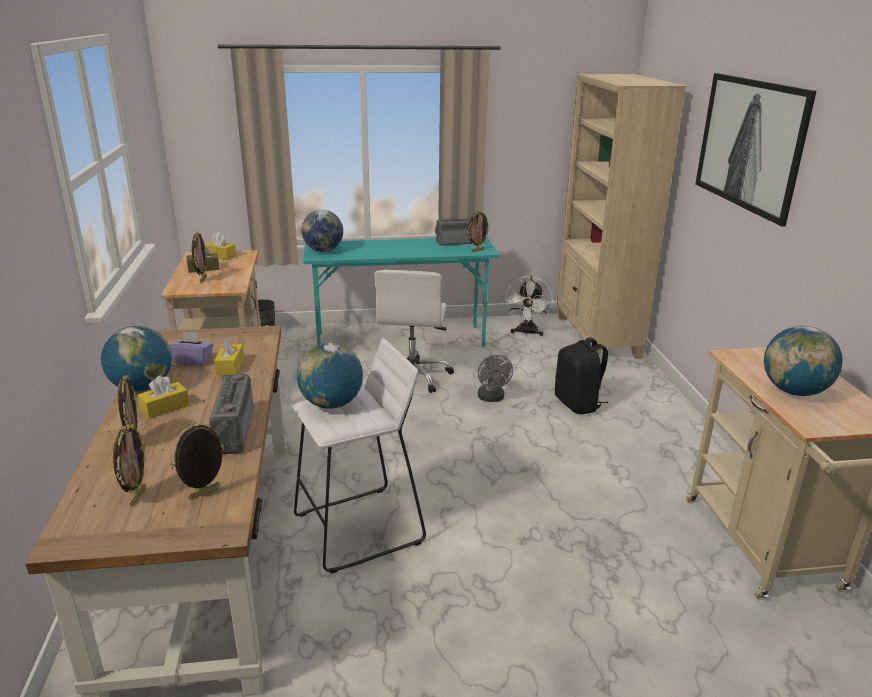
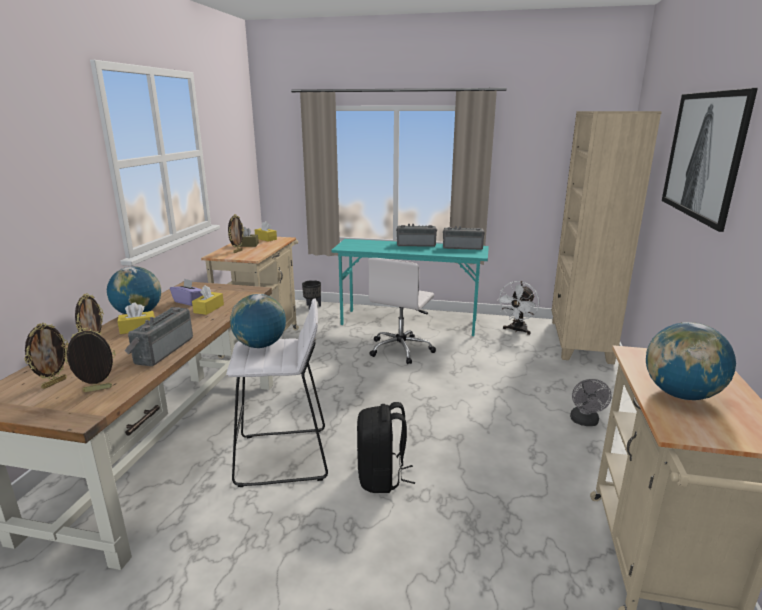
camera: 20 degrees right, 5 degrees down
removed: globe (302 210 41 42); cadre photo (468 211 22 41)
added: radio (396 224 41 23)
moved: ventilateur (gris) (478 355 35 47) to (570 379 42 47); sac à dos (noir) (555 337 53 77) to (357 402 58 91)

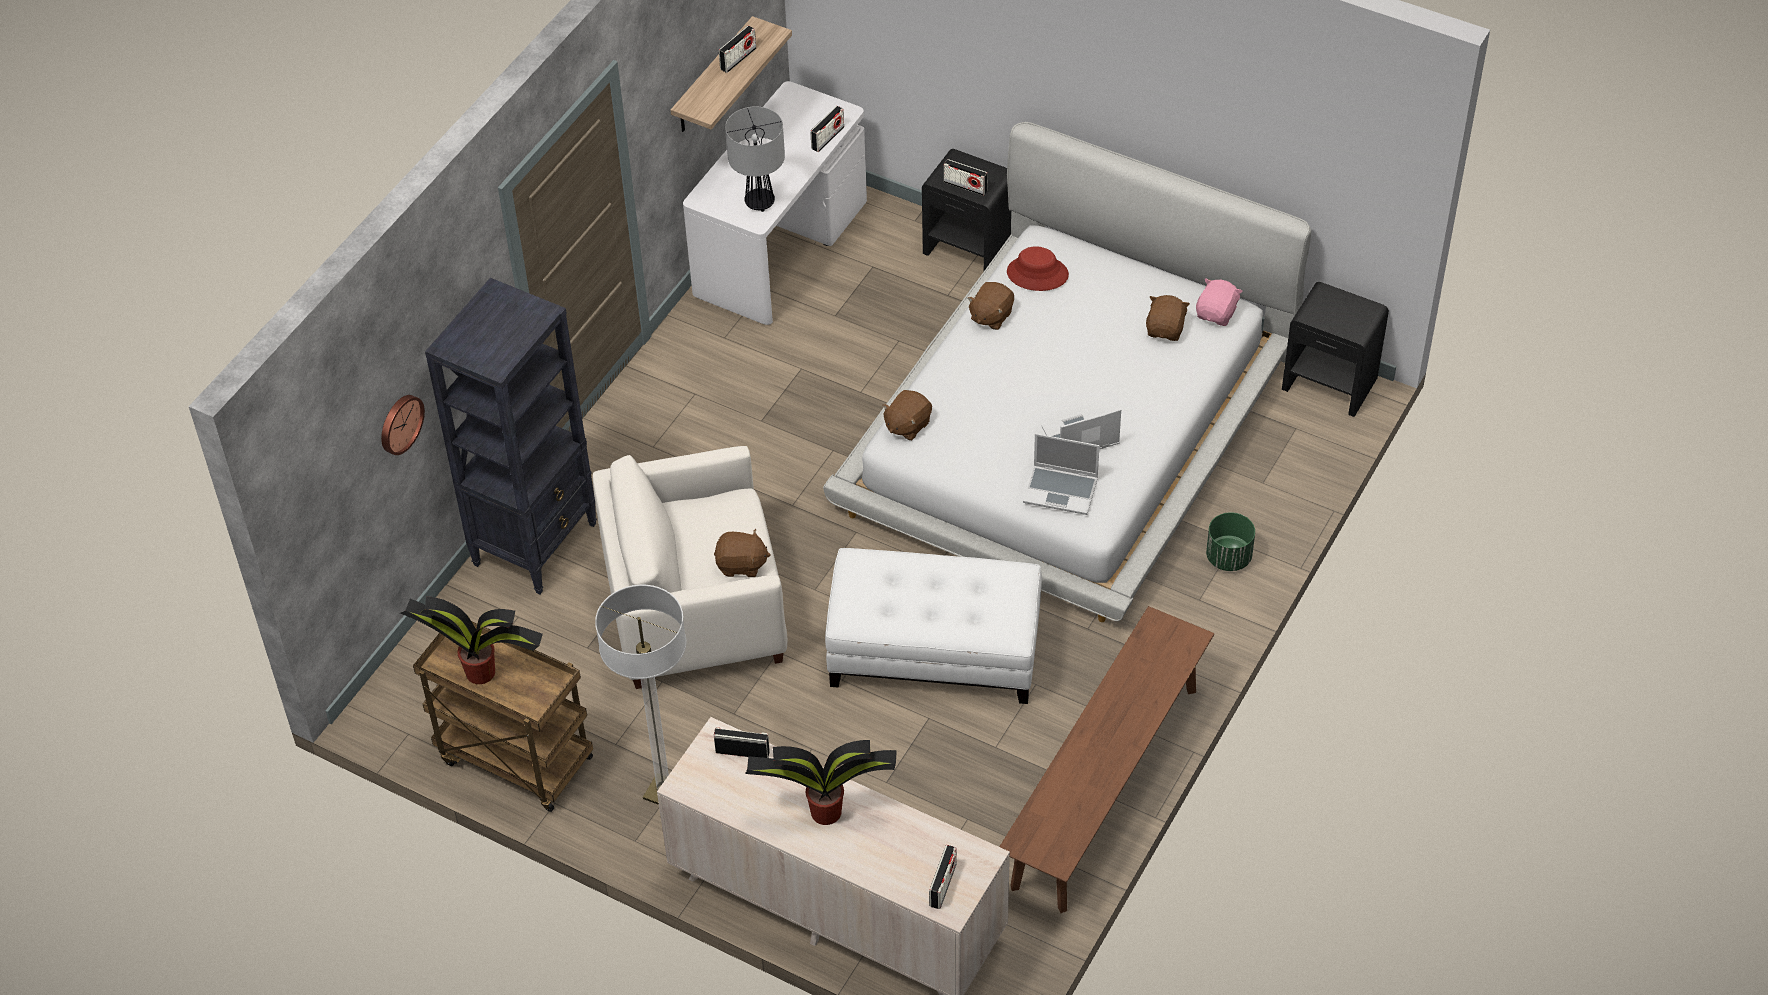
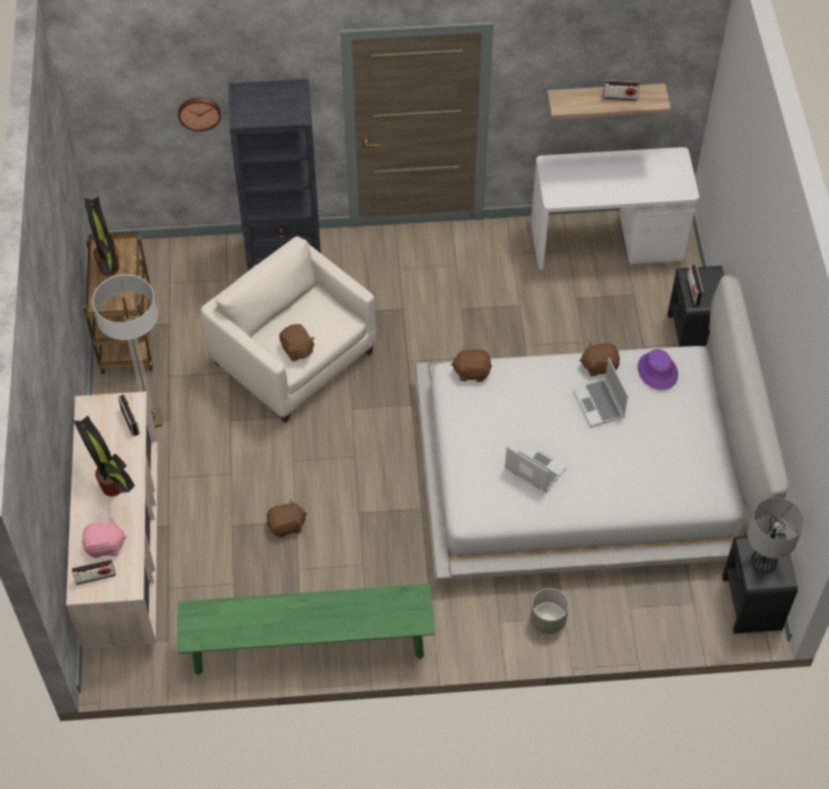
camera: 55 degrees right, 5 degrees up
removed: radio (810 106 34 46); pouf (blanc) (825 548 217 156)
moved: lampe de table (725 106 60 106) to (748 497 56 76); ordinateur portable (1023 433 76 82) to (572 358 56 69); peluche (marron) (1146 295 44 46) to (267 499 40 39); peluche (rose) (1196 278 47 48) to (82 518 45 40)
recoloured: banc (marron) (999 606 215 307) to banc (vert) (178 584 257 91); chapeau (rouge) (1007 246 62 45) to chapeau (violet) (638 349 40 41); cache-pot (vert) (1206 512 49 59) to cache-pot (gris) (530 588 39 46)

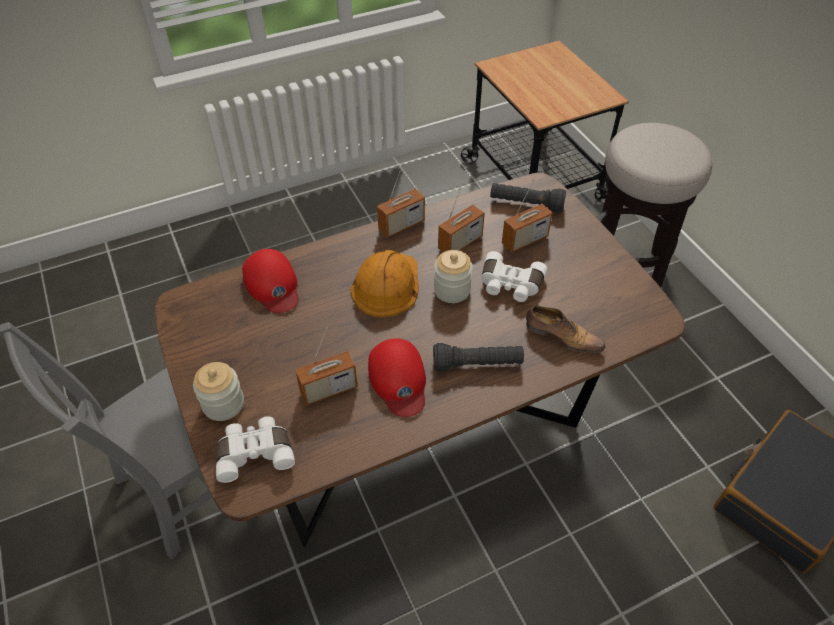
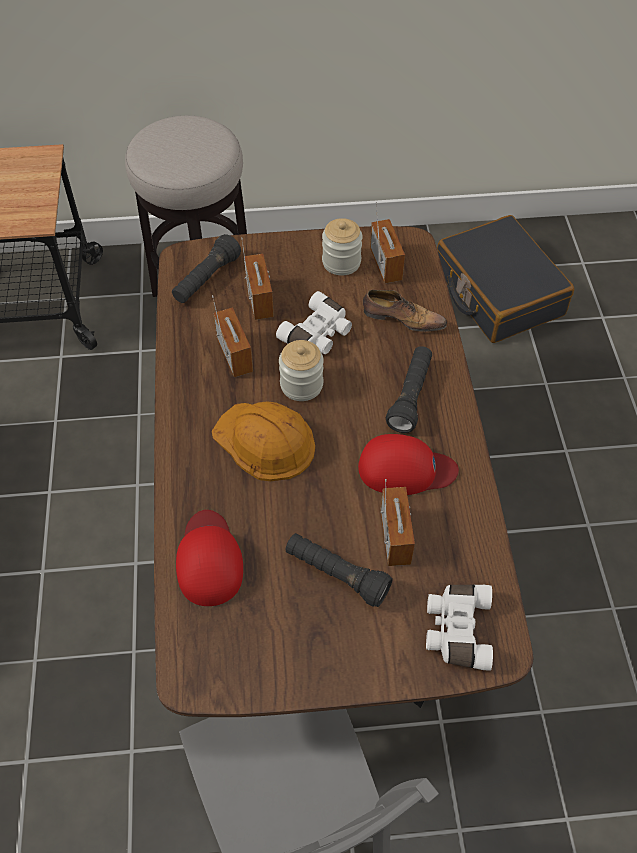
camera: 70 degrees left, 5 degrees up
added: lampe de poche (noir) (286 533 107 74)
moved: bocal (193 362 51 59) to (322 218 41 58); radio (377 165 48 73) to (370 202 35 81)
turned: casquette (rouge) (242 249 57 64) = (176 510 67 96) 90 degrees counterclockwise; chaussure (526 306 79 47) = (363 290 84 42) 60 degrees clockwise

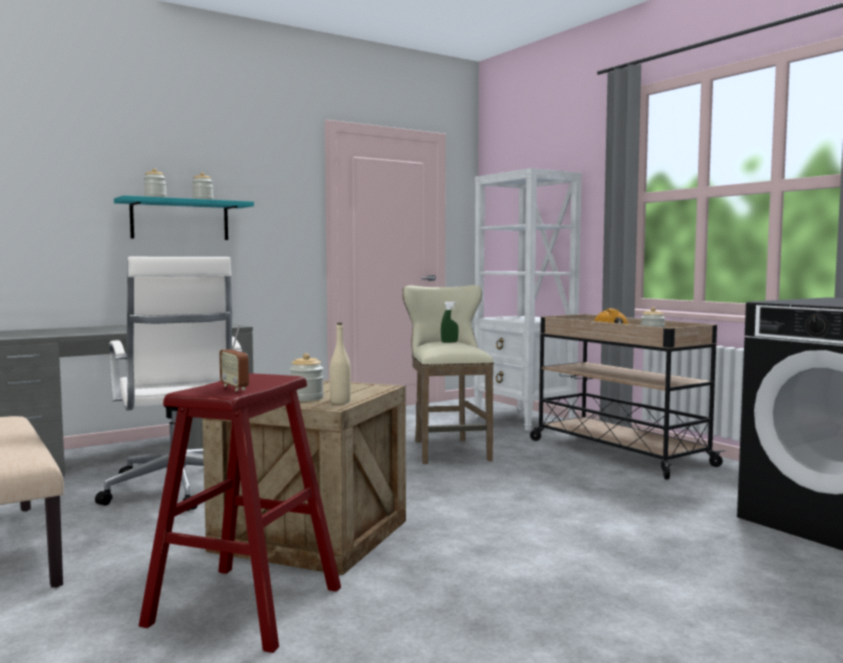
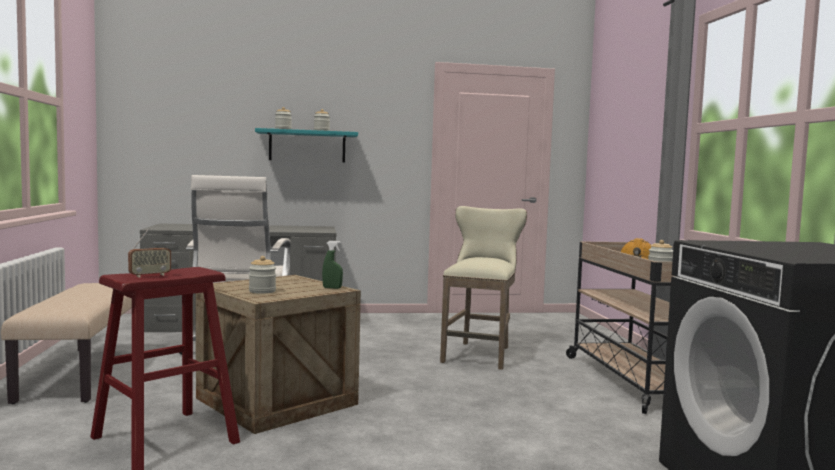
camera: 25 degrees right, 0 degrees up
removed: bouteille (beige) (330 323 21 81); bibliothèque (blanc) (473 168 109 263)
moved: vaporisateur (vert) (441 301 17 42) to (322 241 21 48)
turned: radio (219 323 30 68) = (128 228 43 50) 120 degrees counterclockwise

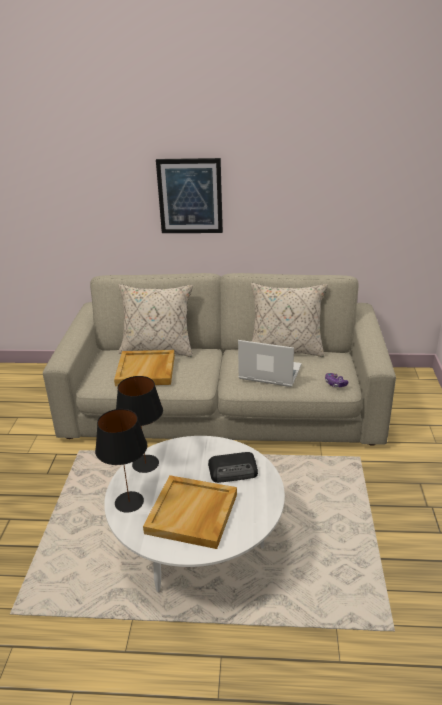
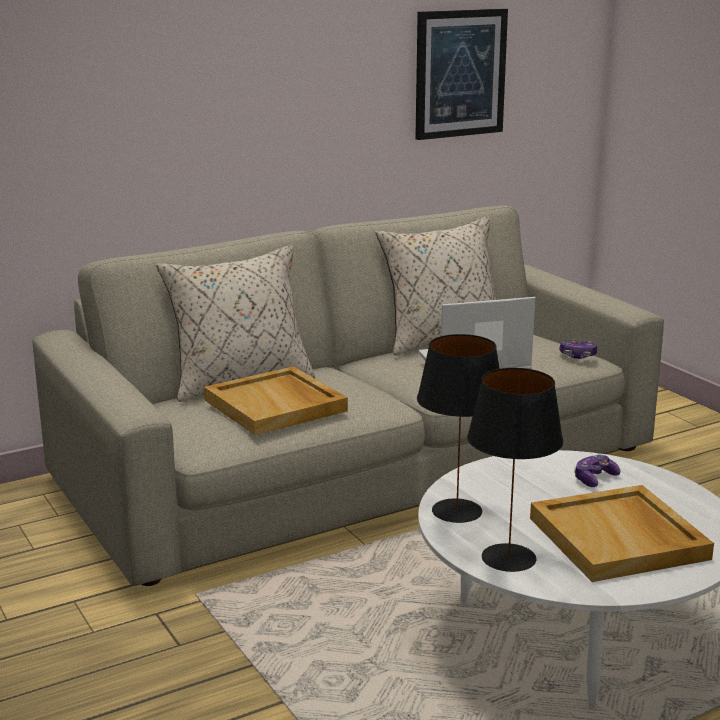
camera: 35 degrees left, 10 degrees down
moved: tableau (156 158 67 75) to (415 8 93 132)
replaced: radio (208 452 50 31) to manette (574 455 46 32)

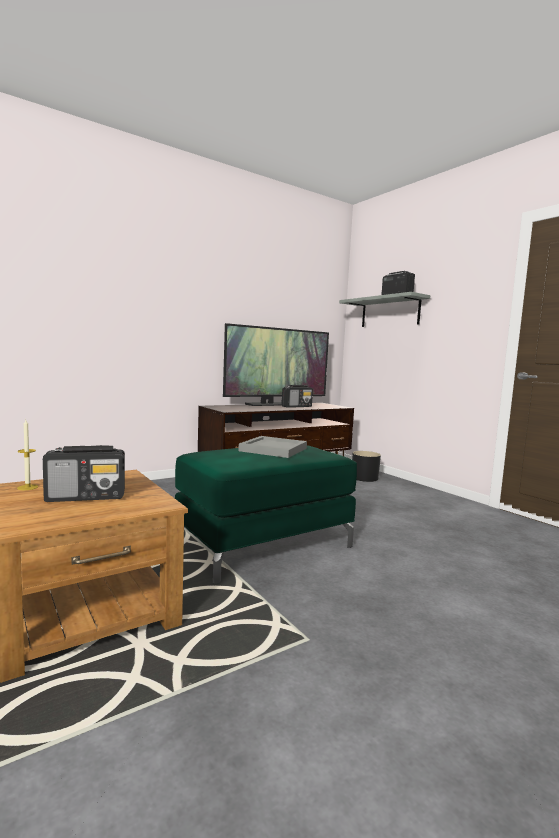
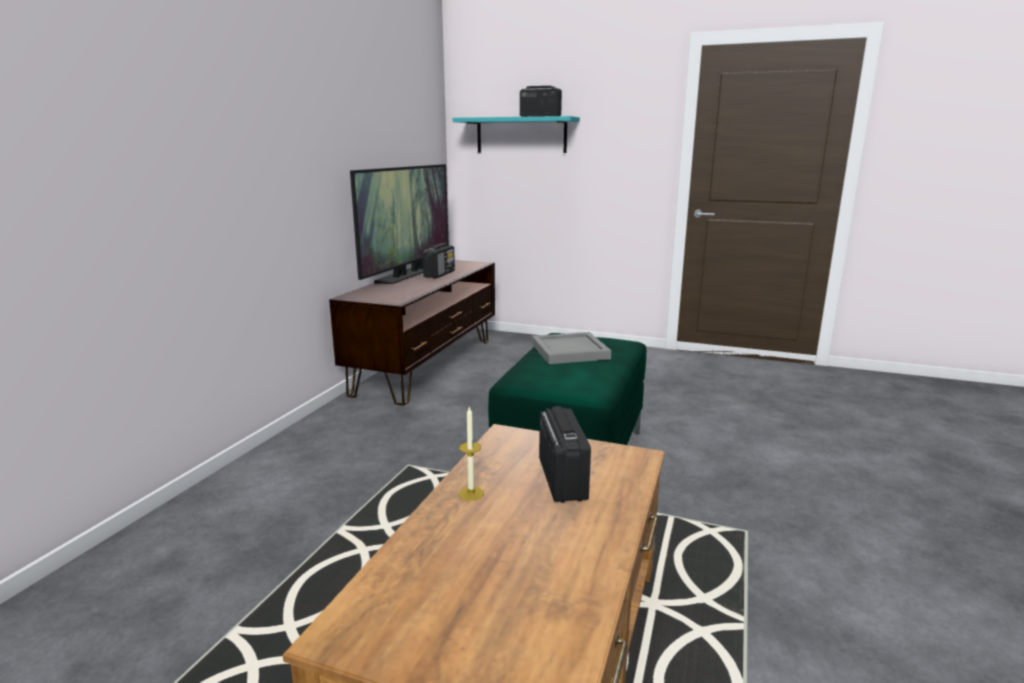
camera: 35 degrees left, 10 degrees up
removed: cache-pot (noir) (352 451 29 31)
recoloured: étagère (gris) (339 292 91 35) to étagère (turquoise) (452 116 128 37)
turned: radio (43 445 82 57) = (539 406 52 97) 45 degrees counterclockwise

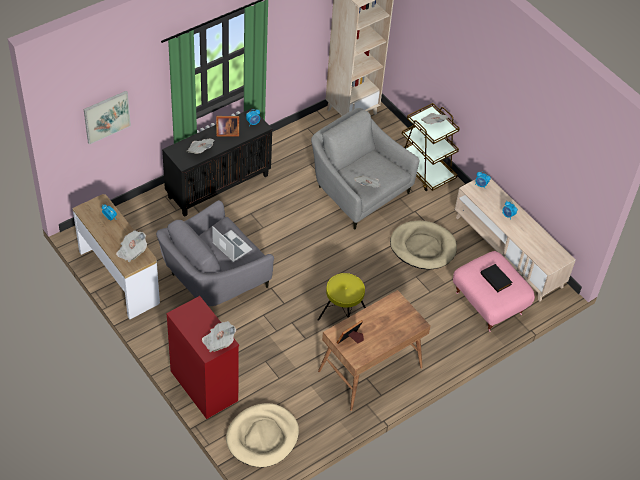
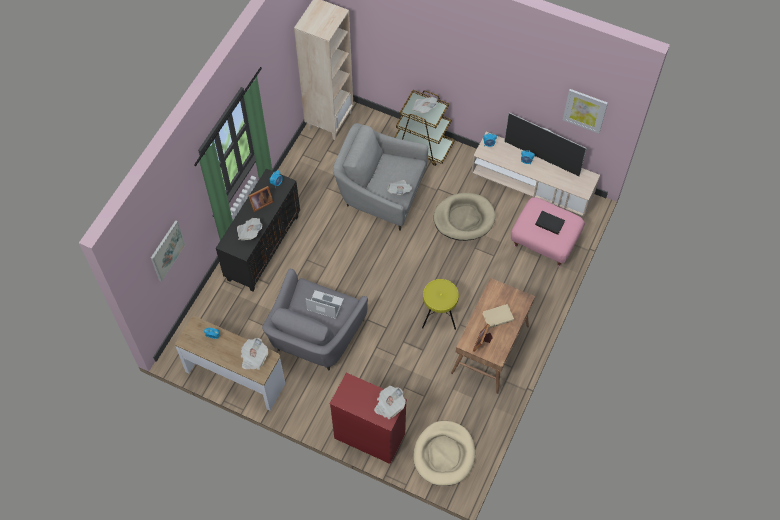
camera: 25 degrees left, 10 degrees up
added: livre (beige) (482 304 32 24); téléviseur (504 113 83 63); tableau (563 89 45 45)

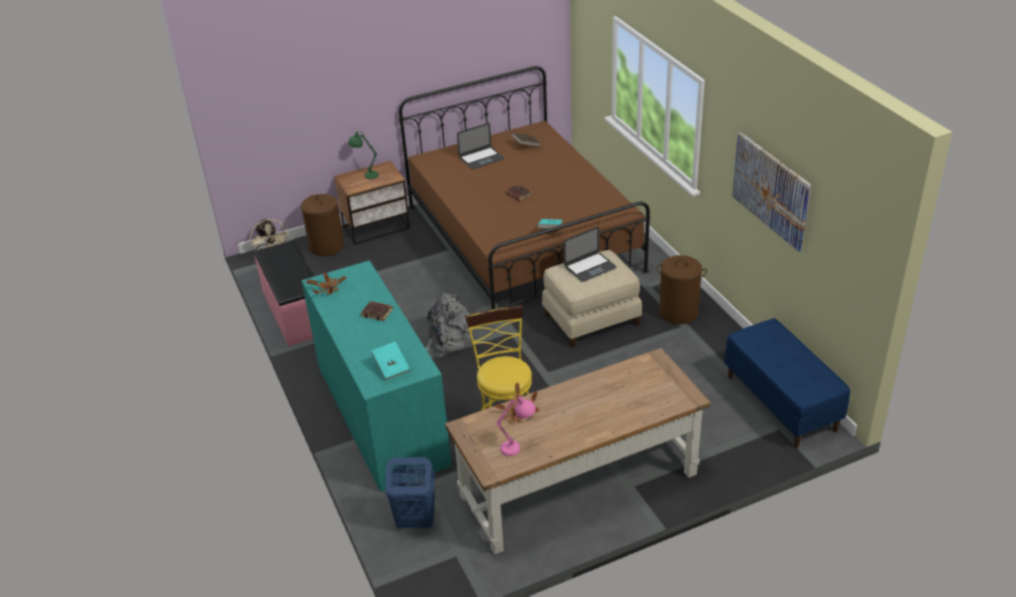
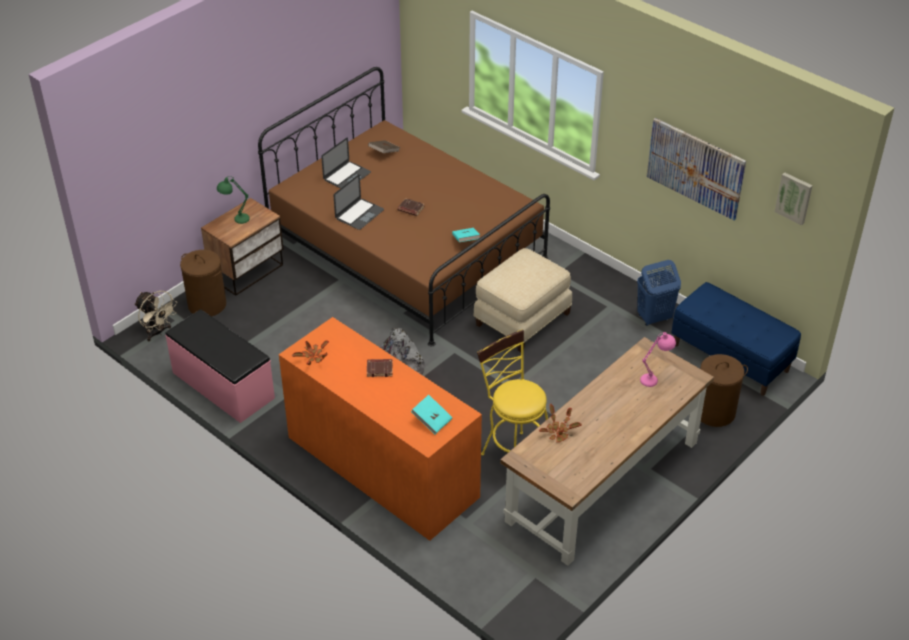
camera: 25 degrees left, 5 degrees up
added: tableau (775 172 38 53)
moved: panier à linge (bleu) (385 457 50 72) to (637 260 44 66); lampe de table (rose) (496 396 40 60) to (640 332 36 55); ordinateur portable (564 227 53 55) to (334 174 50 56); panier à linge (marron) (656 255 51 69) to (701 354 47 73)
recoloured: commode (turquoise) (302 260 150 232) to commode (orange) (279 317 203 224)

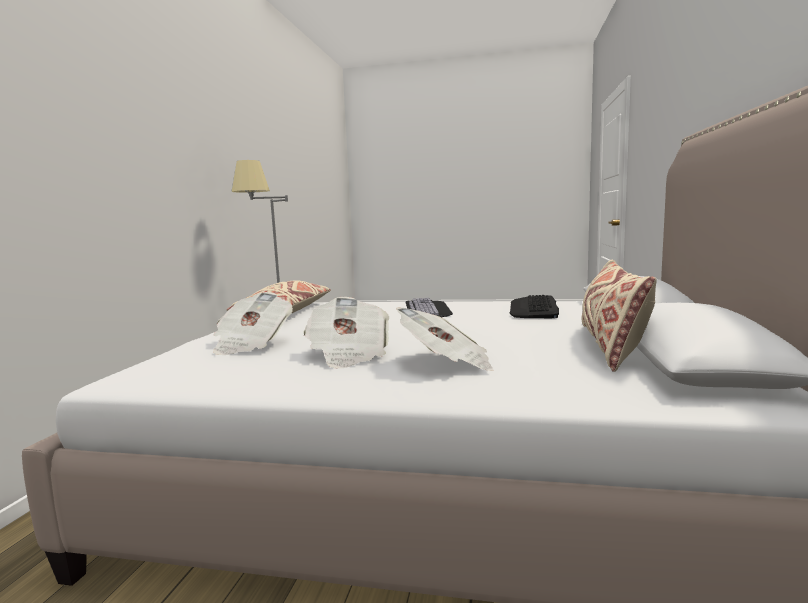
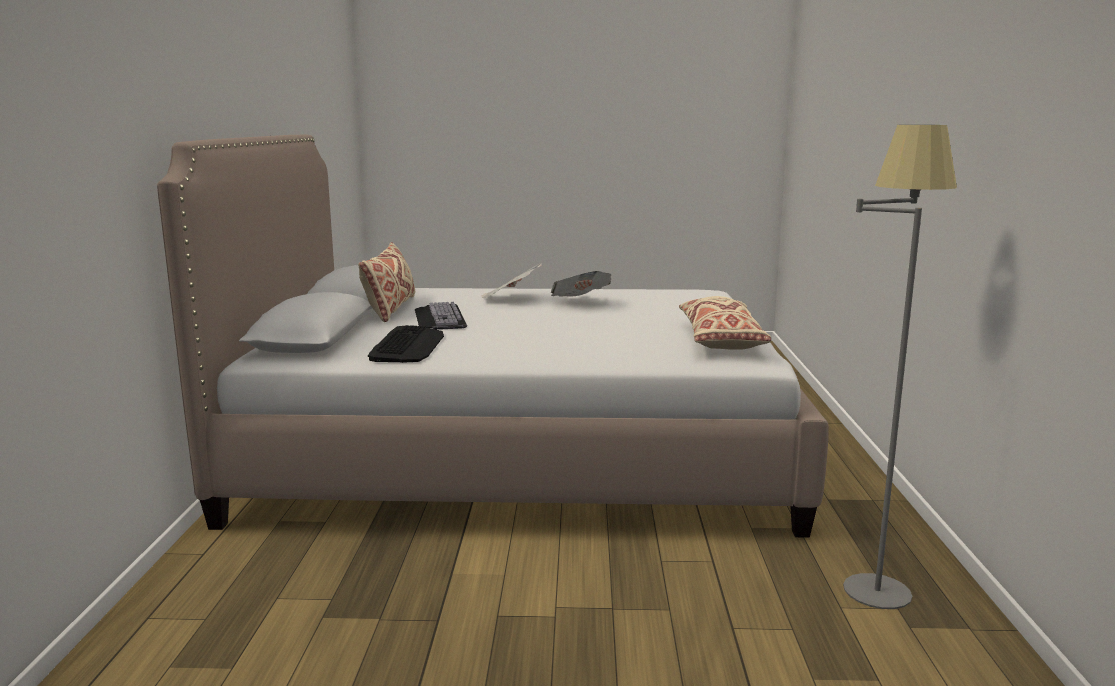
camera: 170 degrees right, 5 degrees up
removed: journal (213 292 80 63)
moved: clavier (406 298 47 19) to (415 302 52 28)

